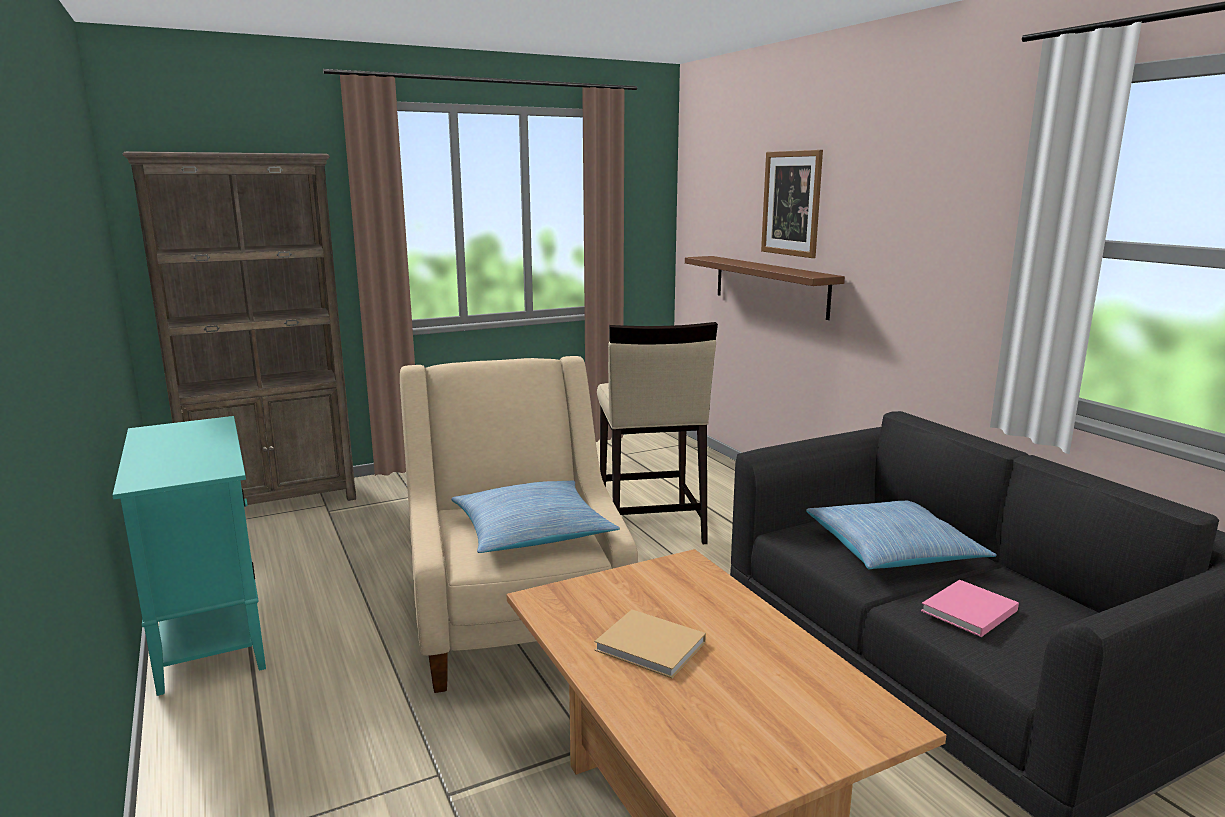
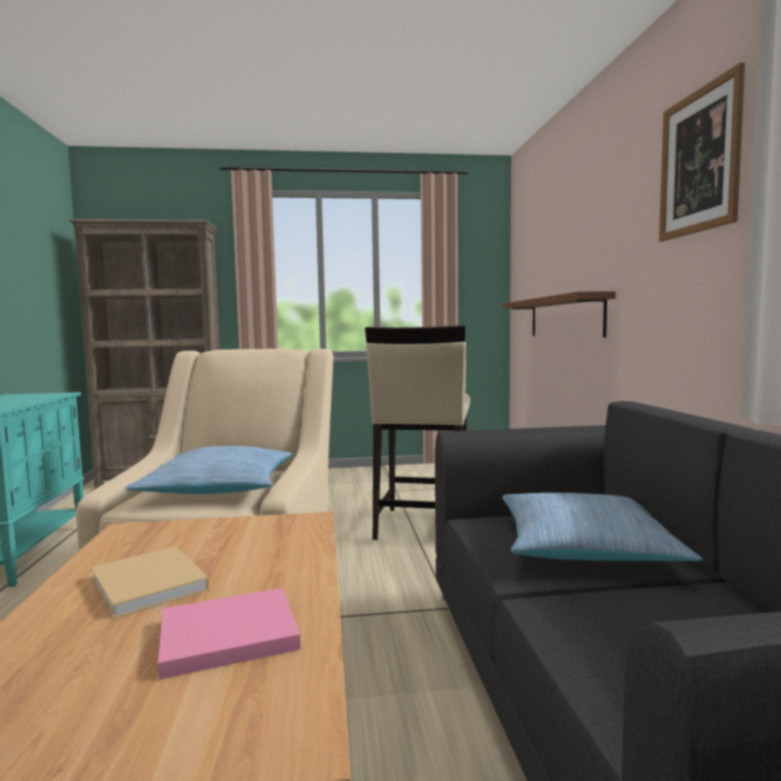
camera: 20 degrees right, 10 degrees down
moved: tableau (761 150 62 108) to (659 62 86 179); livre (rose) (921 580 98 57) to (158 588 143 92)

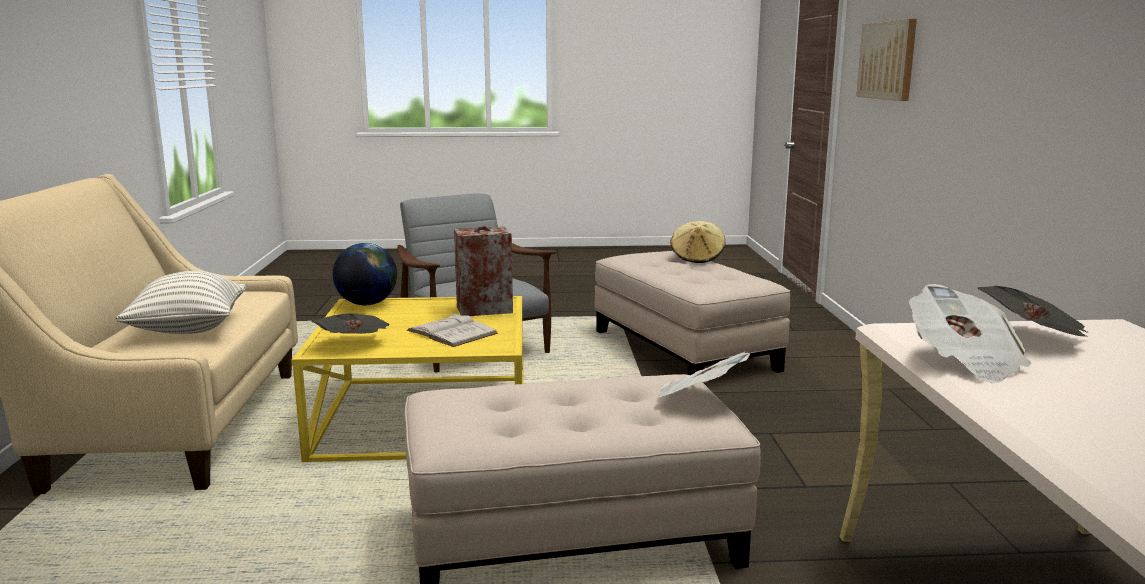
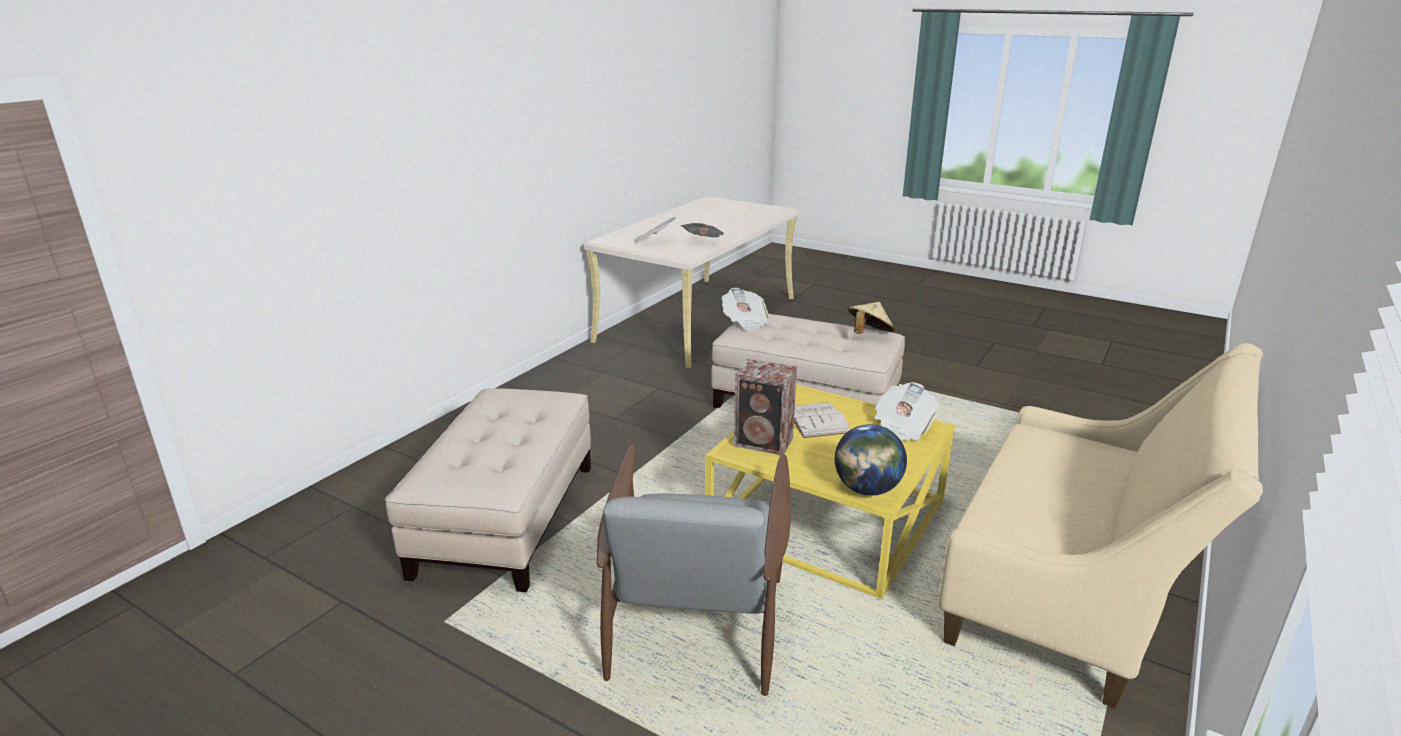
camera: 145 degrees left, 10 degrees up
removed: coussin (116 271 130 63); tableau (856 19 61 82)
moved: chapeau (beige) (670 221 55 42) to (847 302 48 32)

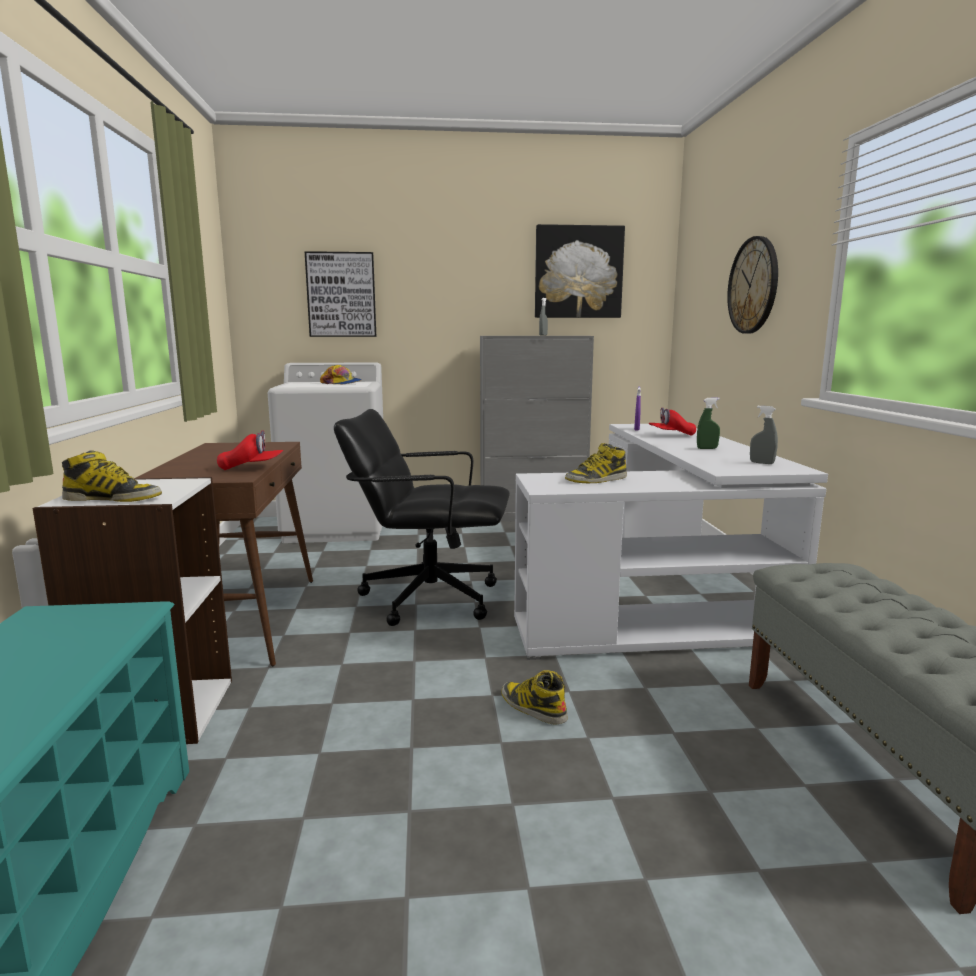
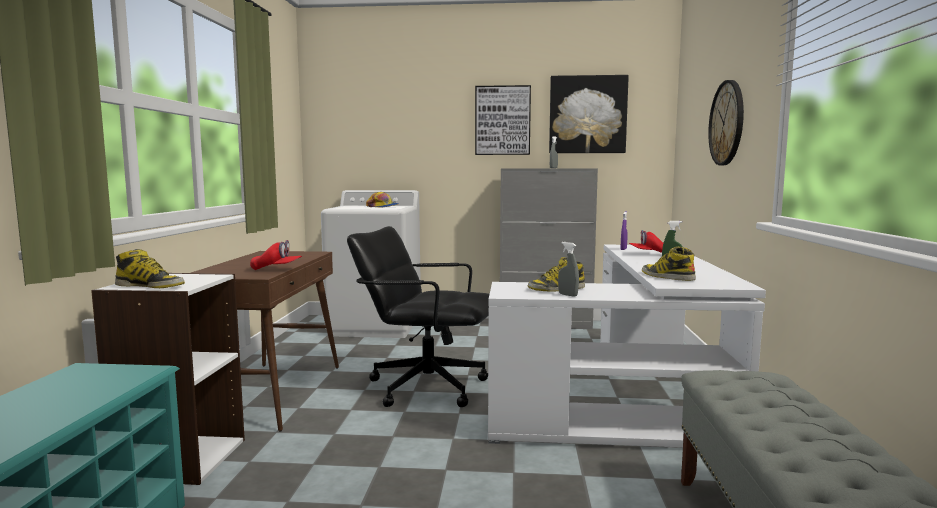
camera: 10 degrees right, 5 degrees down
moved: tableau (305 251 71 86) to (475 85 56 70); botte (501 670 67 54) to (642 247 54 34); vaporisateur (gris) (750 405 28 59) to (558 242 21 55)

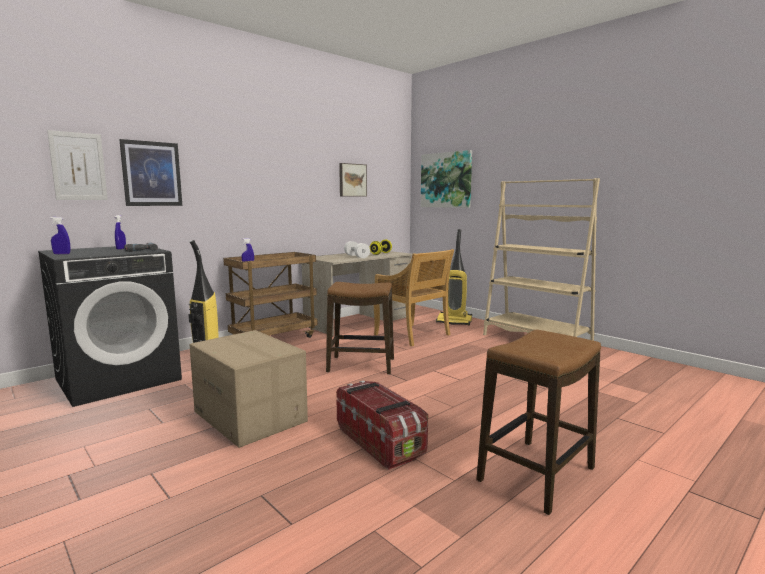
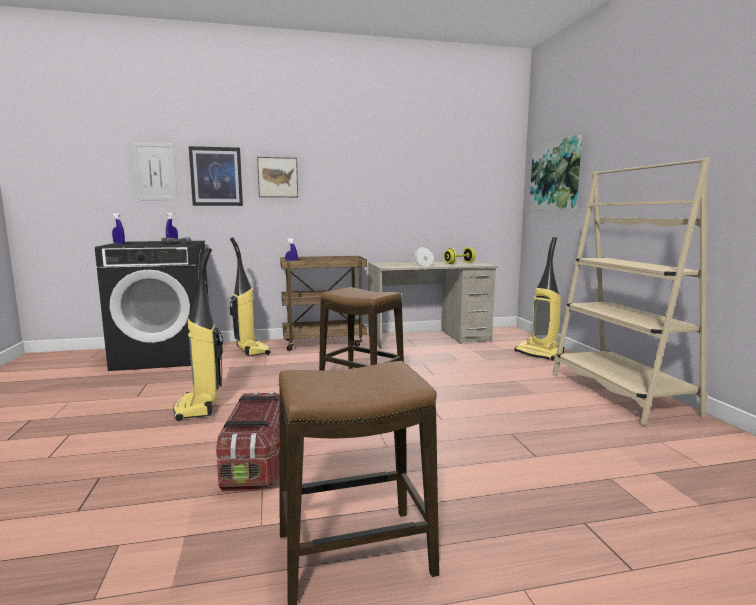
camera: 30 degrees right, 0 degrees up
removed: chaise (beige) (374 249 80 97)
moved: tableau (339 163 28 34) to (257 157 41 40)
replaced: carton (189 330 119 118) to aspirateur (173 247 50 174)

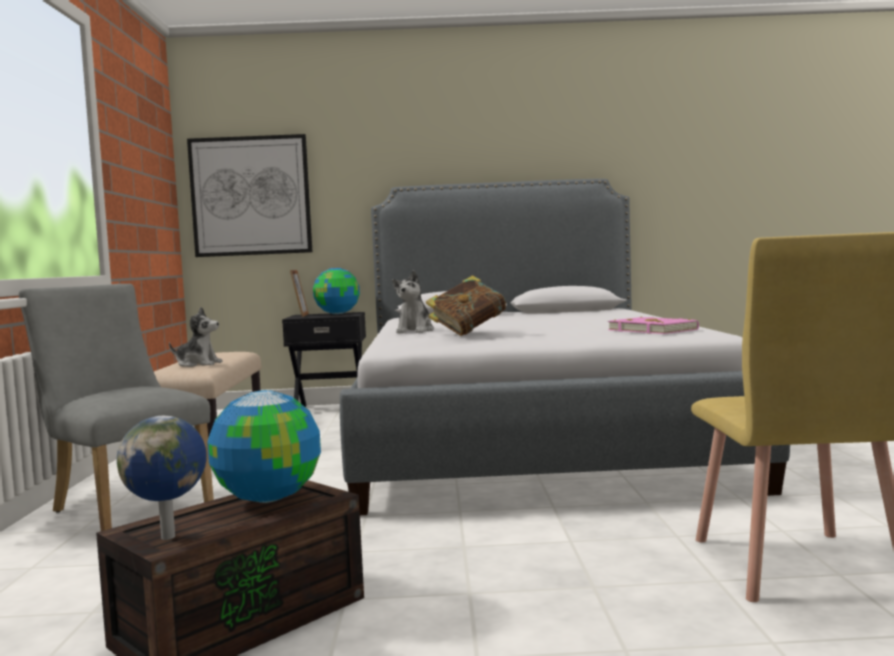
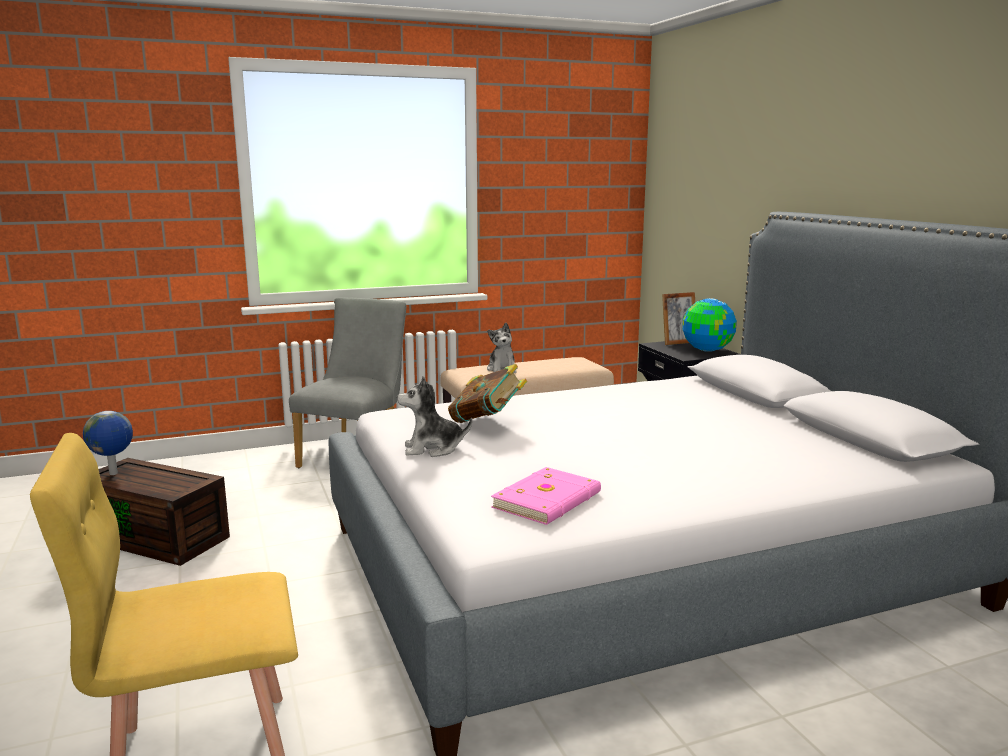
camera: 70 degrees right, 10 degrees up
removed: tableau (187 134 125 123); globe (207 390 114 113)
moved: peluche (392 270 42 63) to (397 376 75 81)

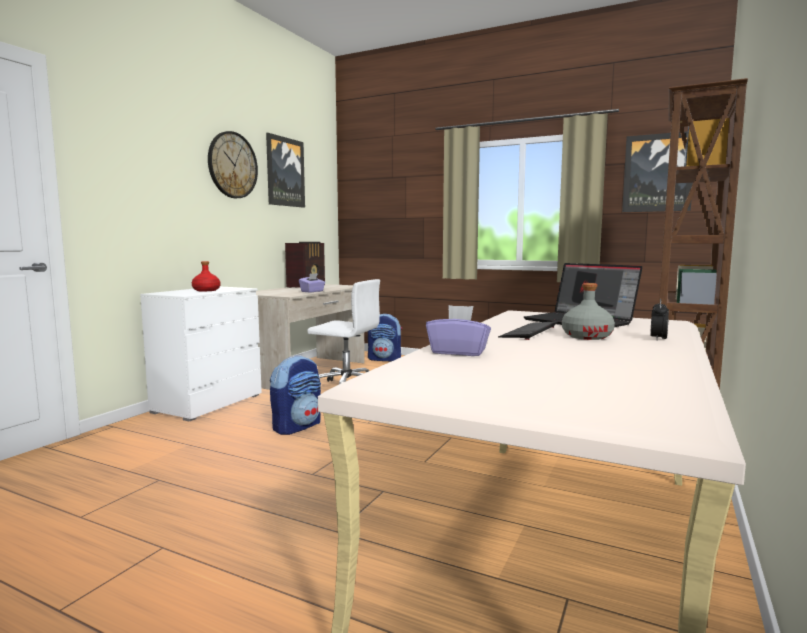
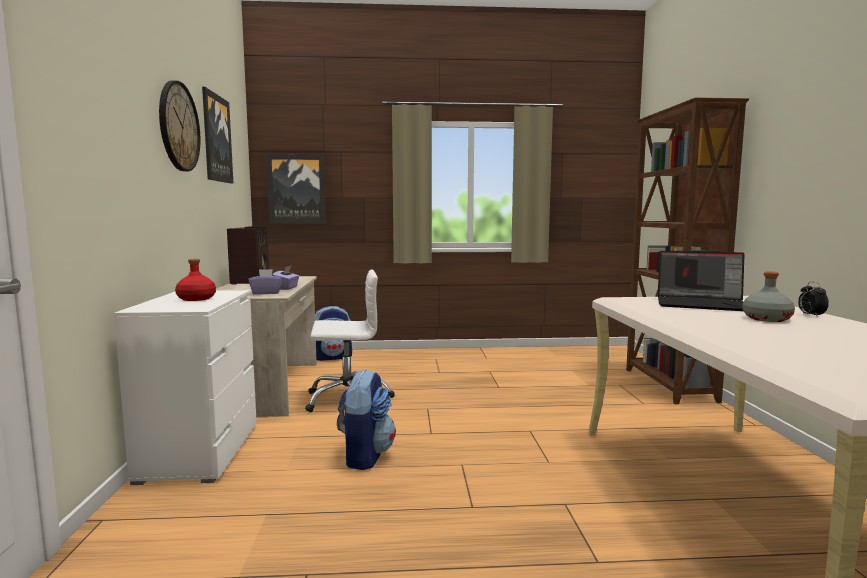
camera: 30 degrees left, 0 degrees up
removed: clavier (498 321 60 19)
moved: boîte à mouchoirs (violet) (426 305 65 51) to (249 269 33 26); tableau (622 131 71 81) to (266 154 60 70)

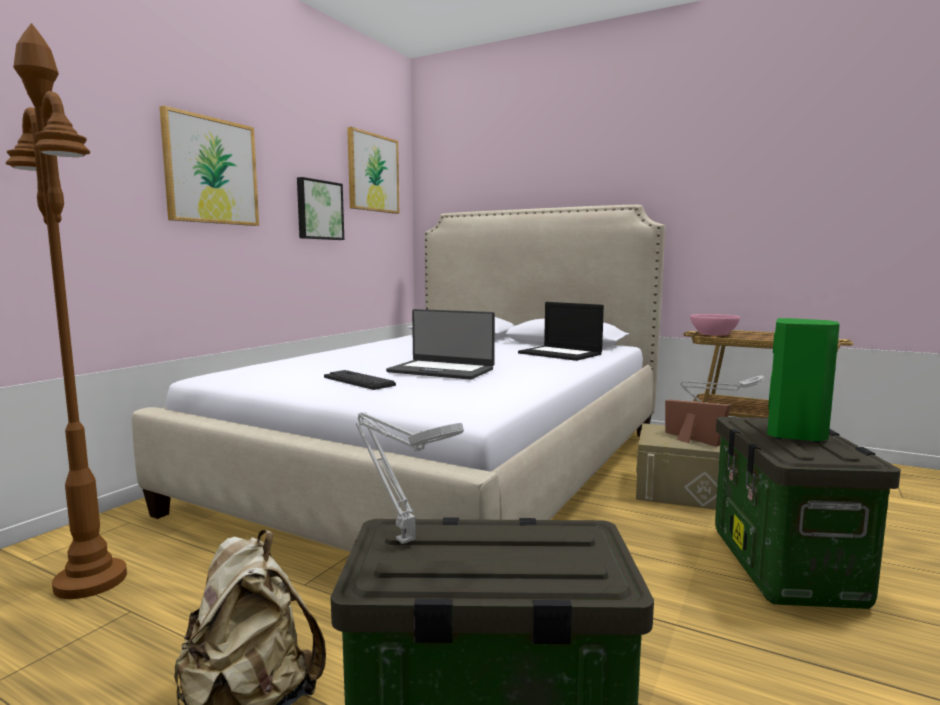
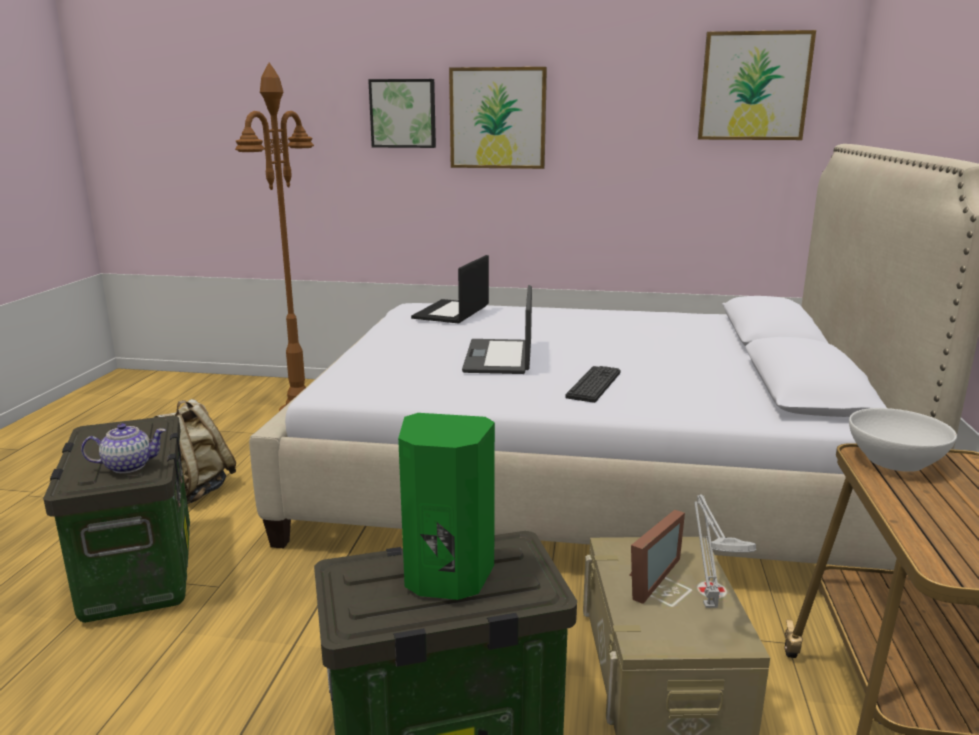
camera: 70 degrees right, 10 degrees up
removed: lampe de table (gris) (356 412 108 132)
added: théière (81 423 85 50)
moved: tableau (297 177 47 63) to (368 79 68 69); clavier (324 370 72 20) to (565 366 55 37); ordinateur portable (518 302 86 59) to (411 255 78 69)
recoloured: bol (rose) (690 314 50 22) to bol (blanc) (849 408 108 64)

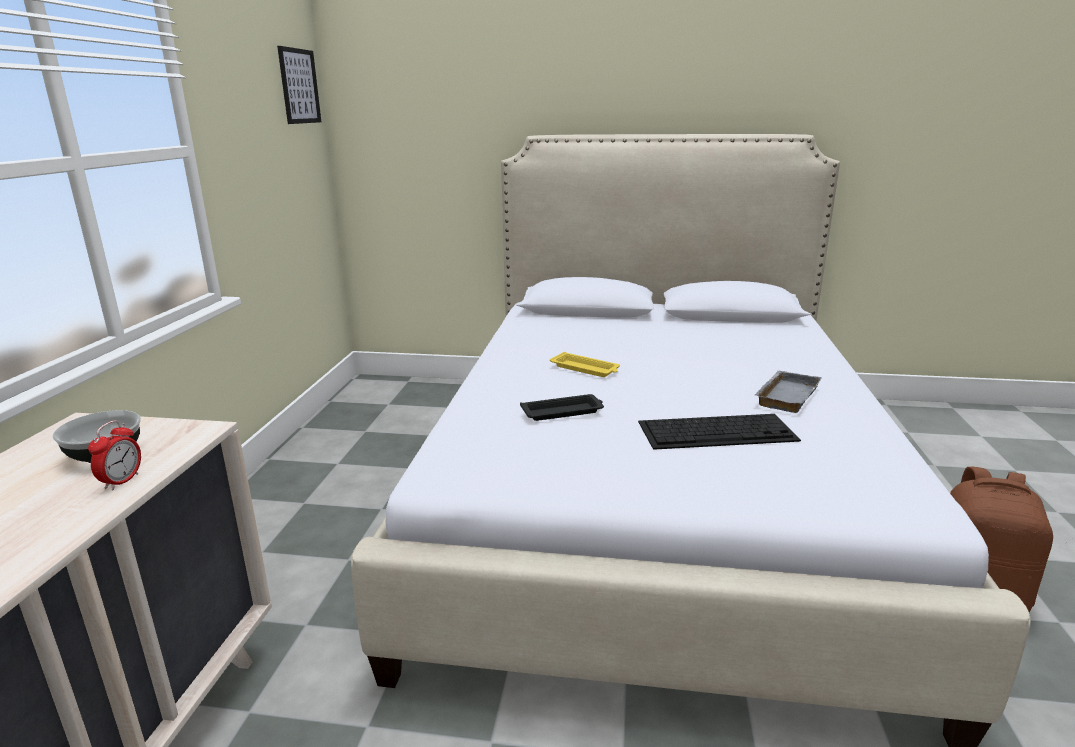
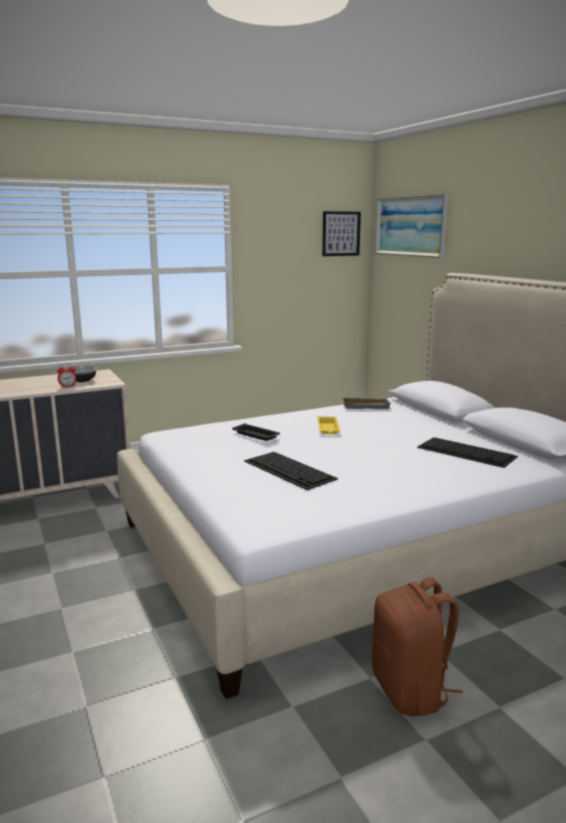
camera: 55 degrees right, 5 degrees down
added: tableau (375 194 74 64); clavier (417 437 101 31)
moved: plateau (gris) (755 371 67 42) to (342 397 49 12)

